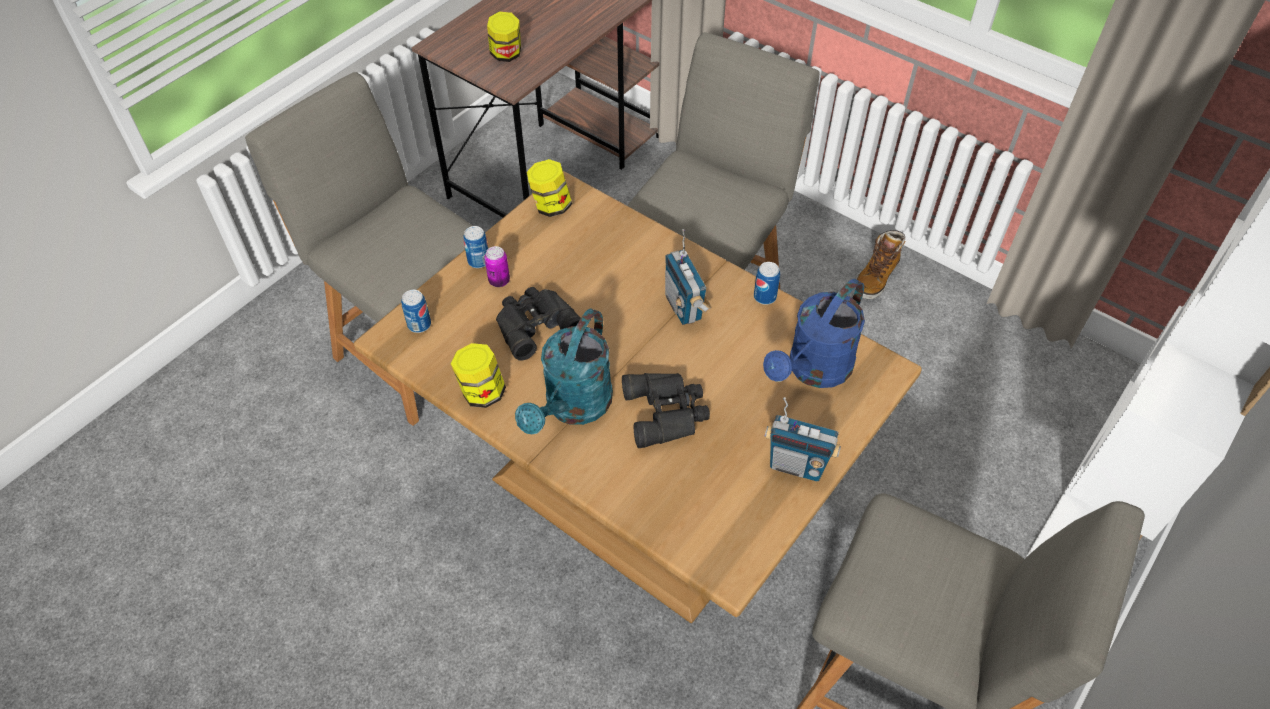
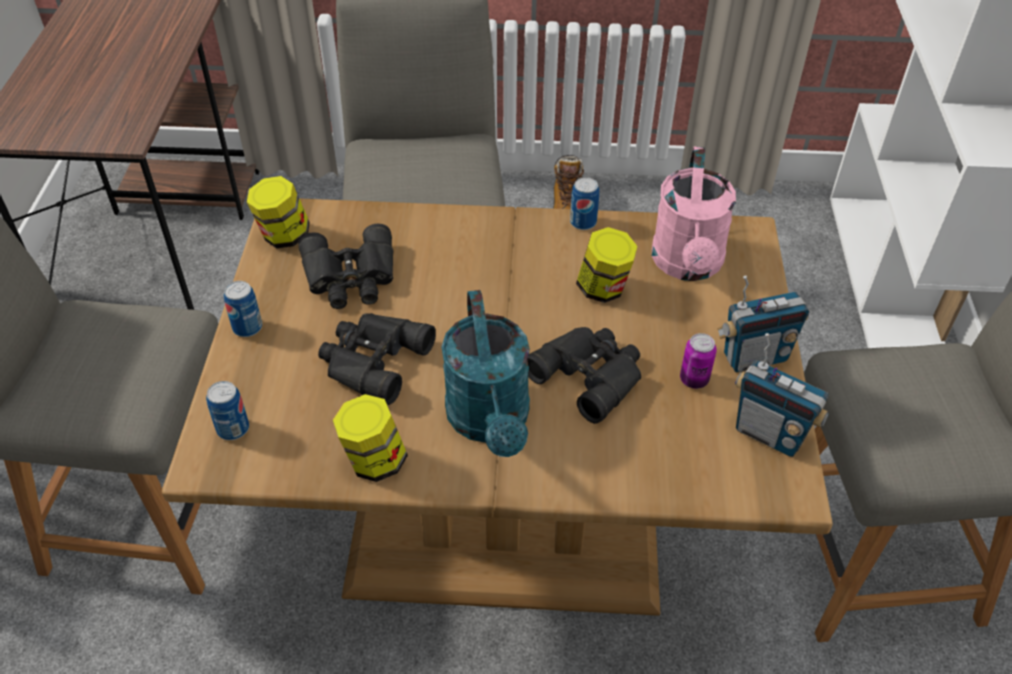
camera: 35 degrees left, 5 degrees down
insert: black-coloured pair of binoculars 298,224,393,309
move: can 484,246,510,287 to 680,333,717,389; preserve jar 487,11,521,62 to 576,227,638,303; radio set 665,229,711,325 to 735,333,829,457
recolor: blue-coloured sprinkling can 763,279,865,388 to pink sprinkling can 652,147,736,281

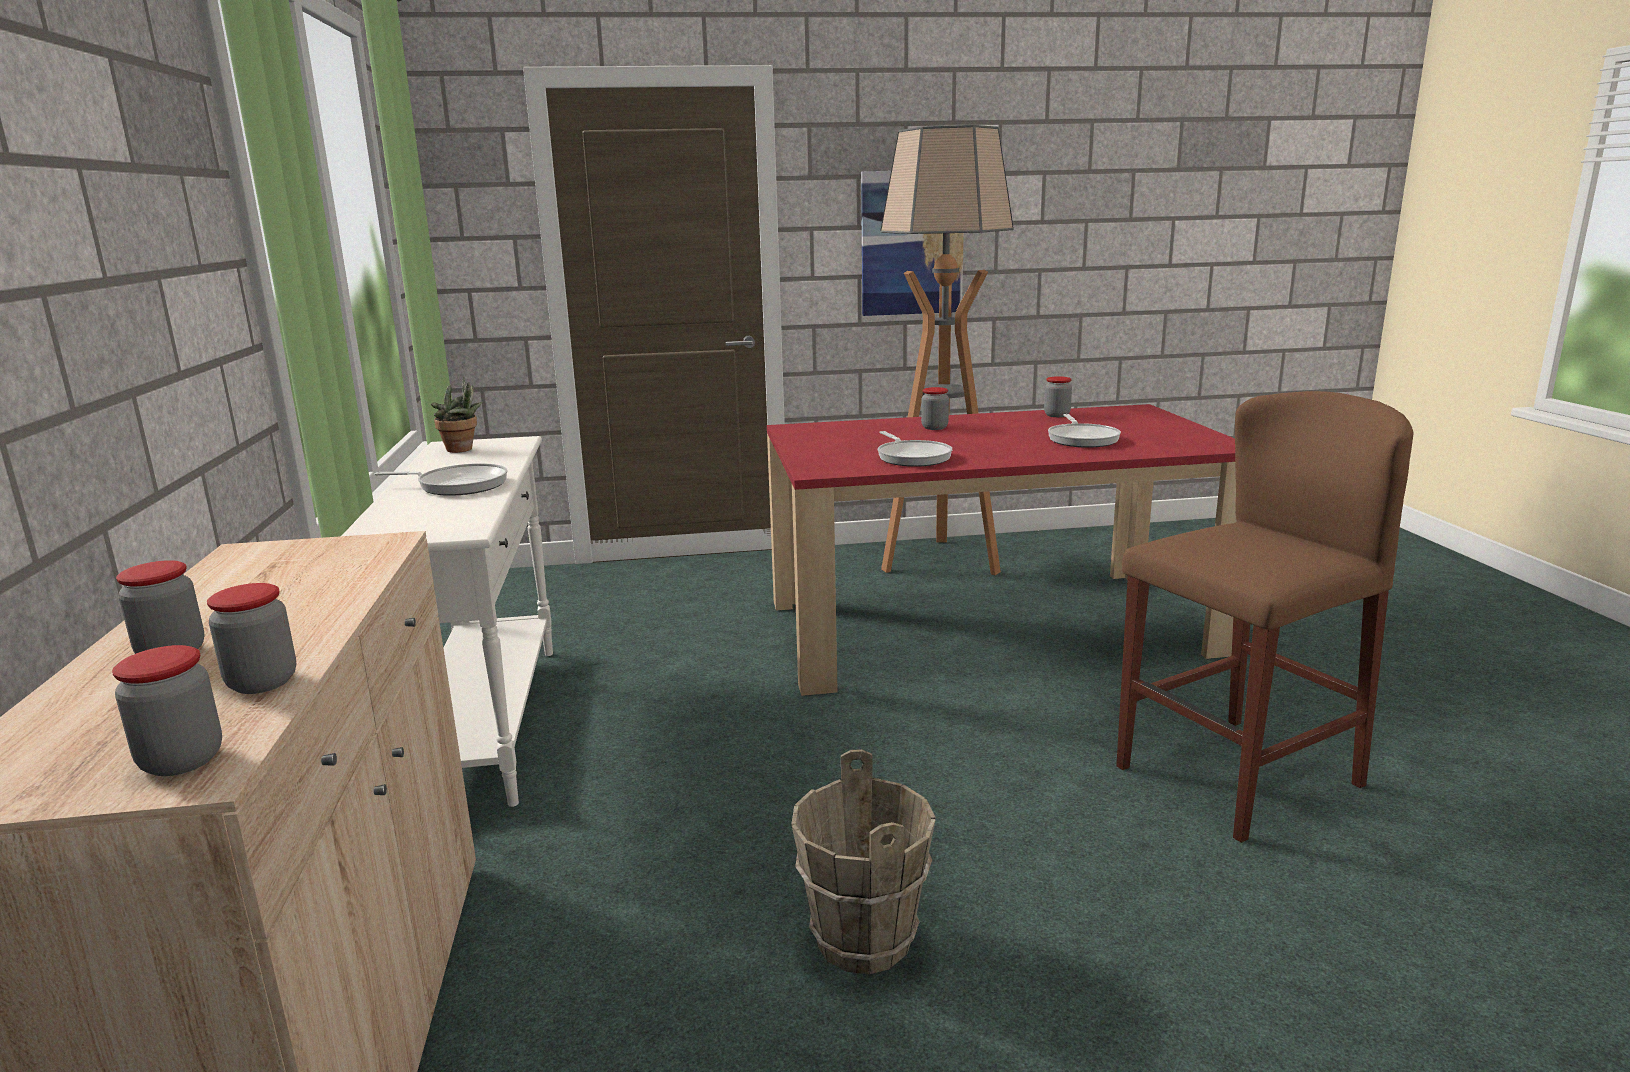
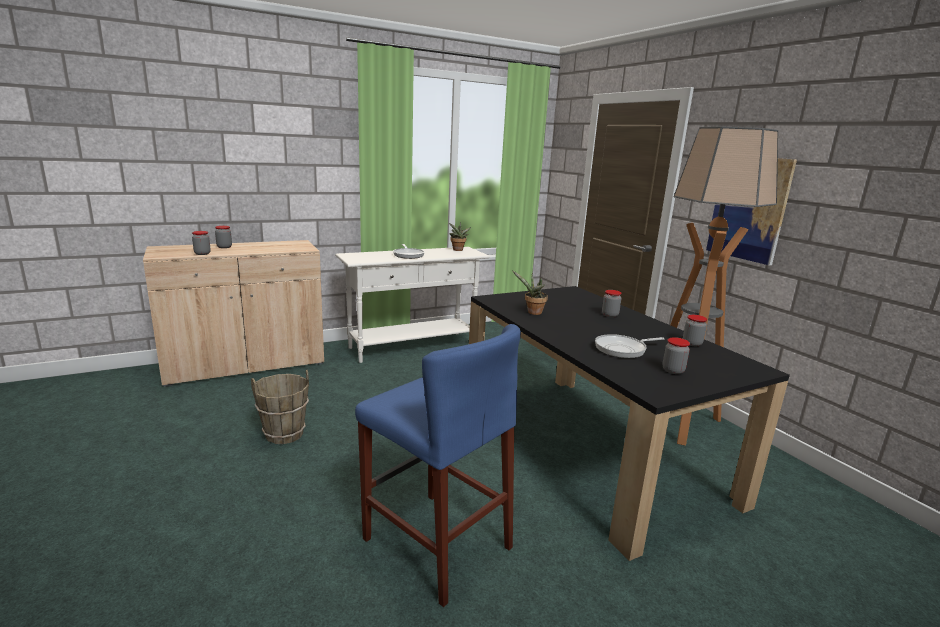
camera: 70 degrees right, 0 degrees up
move: preserve jar 112,645,222,776 to 662,337,690,374
replace: pan 878,431,952,467 to plant in a pot 512,270,548,315
recolor: red-coloured kitchen table 767,404,1237,696 to black-coloured kitchen table 469,286,790,561; brownish stool 1116,391,1413,843 to blue-coloured stool 355,324,521,607

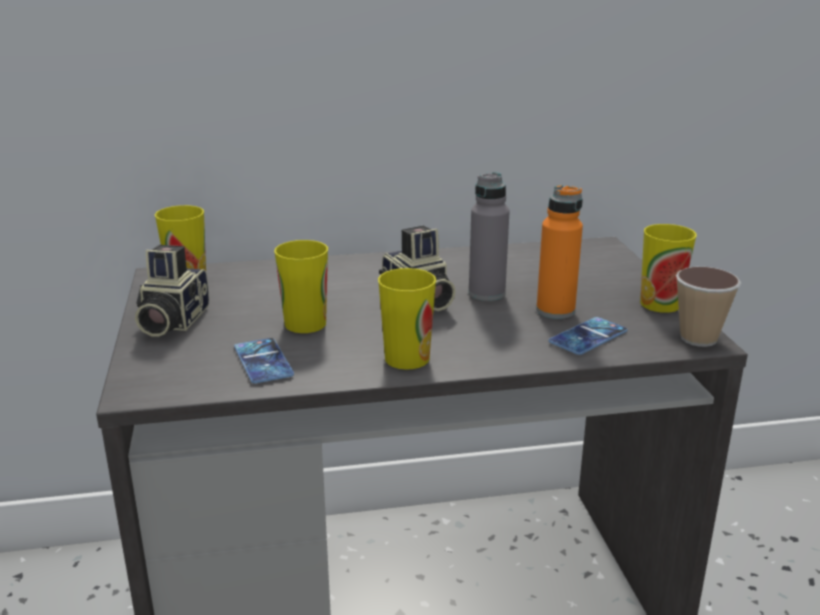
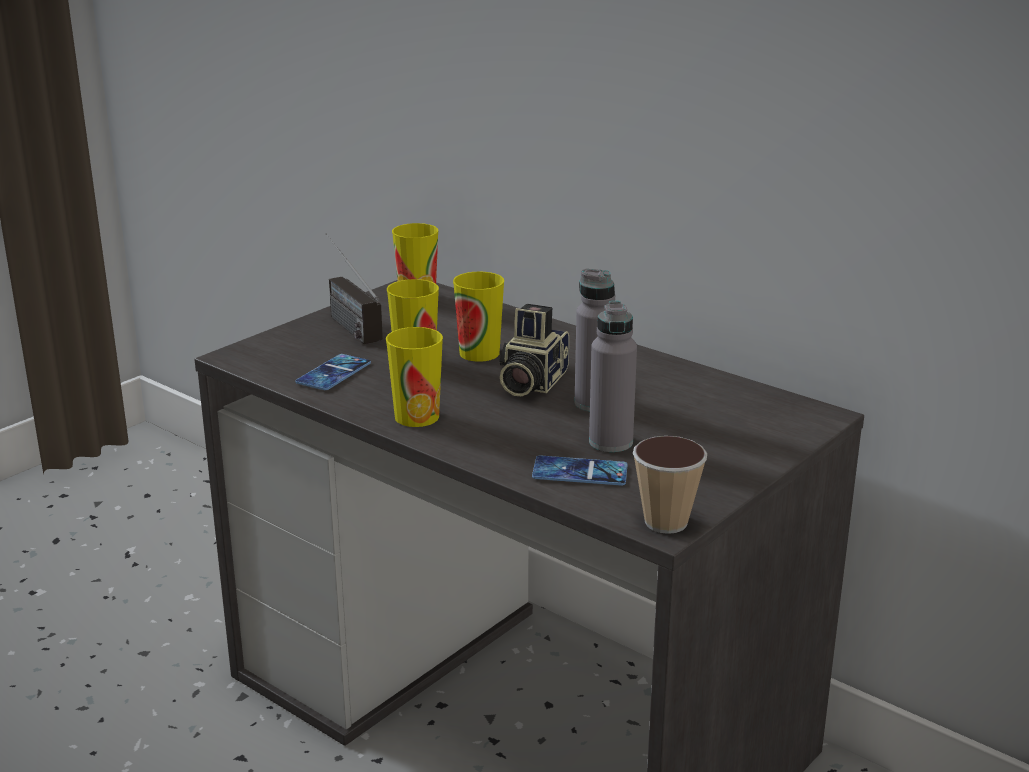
camera: 50 degrees right, 0 degrees up
move: cup 640,224,697,313 to 453,272,504,362
replace: photo camera 135,245,209,337 to radio set 325,233,383,344
recolor: orangey bottle 536,185,583,319 to gray bottle 589,301,637,452

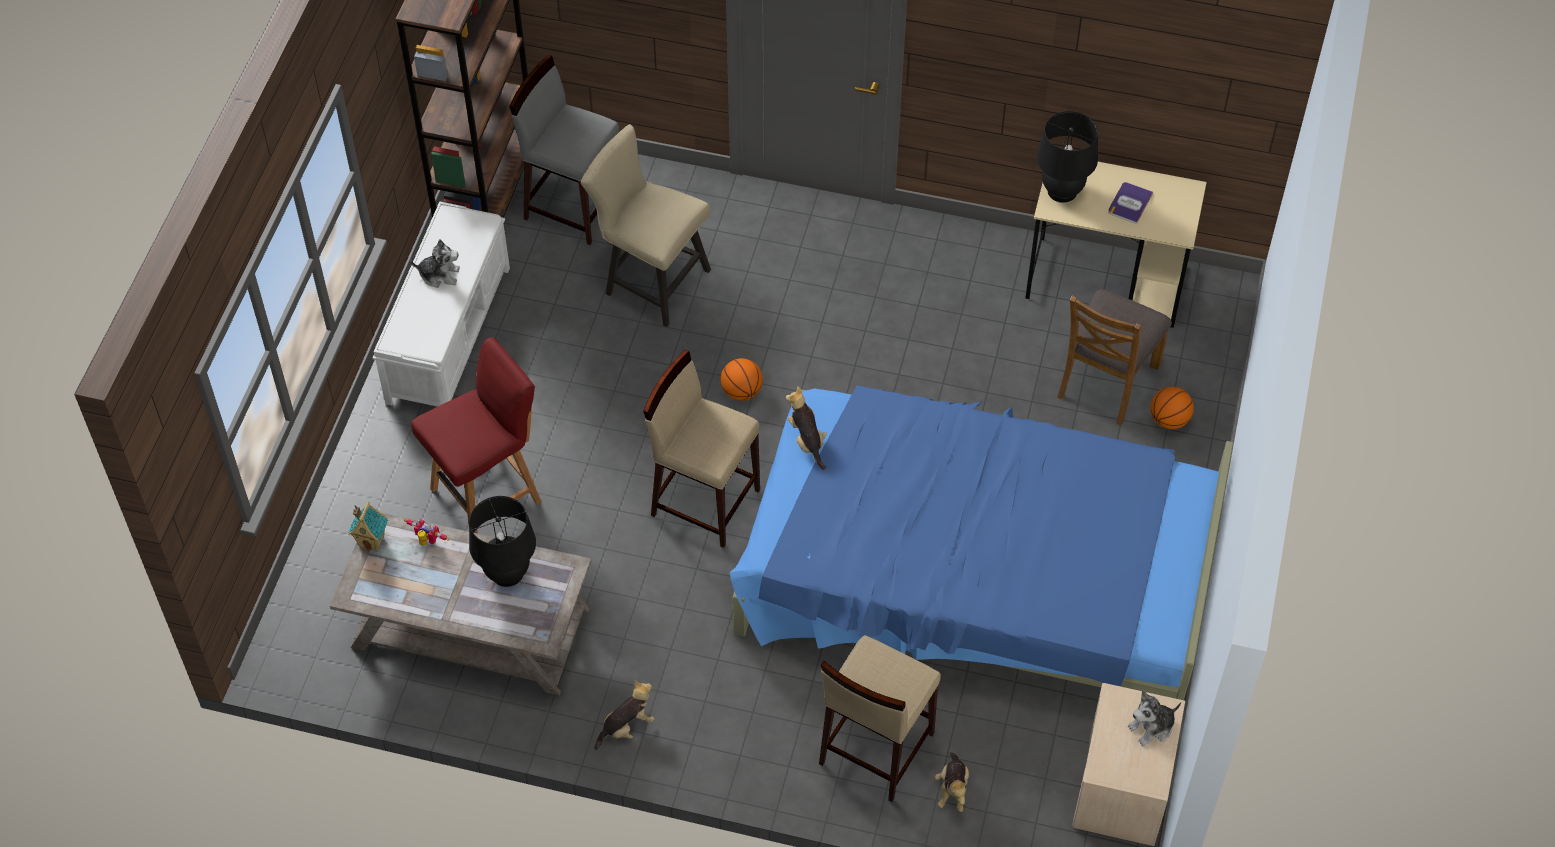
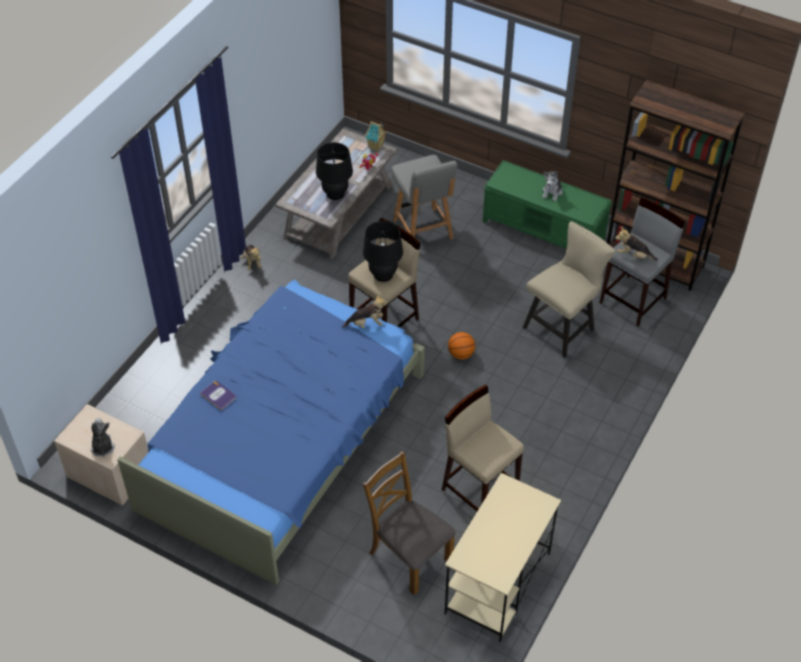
camera: 105 degrees right, 5 degrees down
delete: basketball 1150,387,1194,429
move: sand-coloured stool 819,635,941,802 to 442,385,524,511; cuddly toy 935,752,969,812 to 615,227,658,261; black-coloured lamp for a table 1037,111,1098,203 to 363,221,403,282; bound book 1108,182,1153,224 to 200,381,236,411
recolor: whitish bench 373,201,510,407 to greenish bench 483,160,612,249; red-coloured chair 411,337,542,533 to gray chair 391,155,458,239

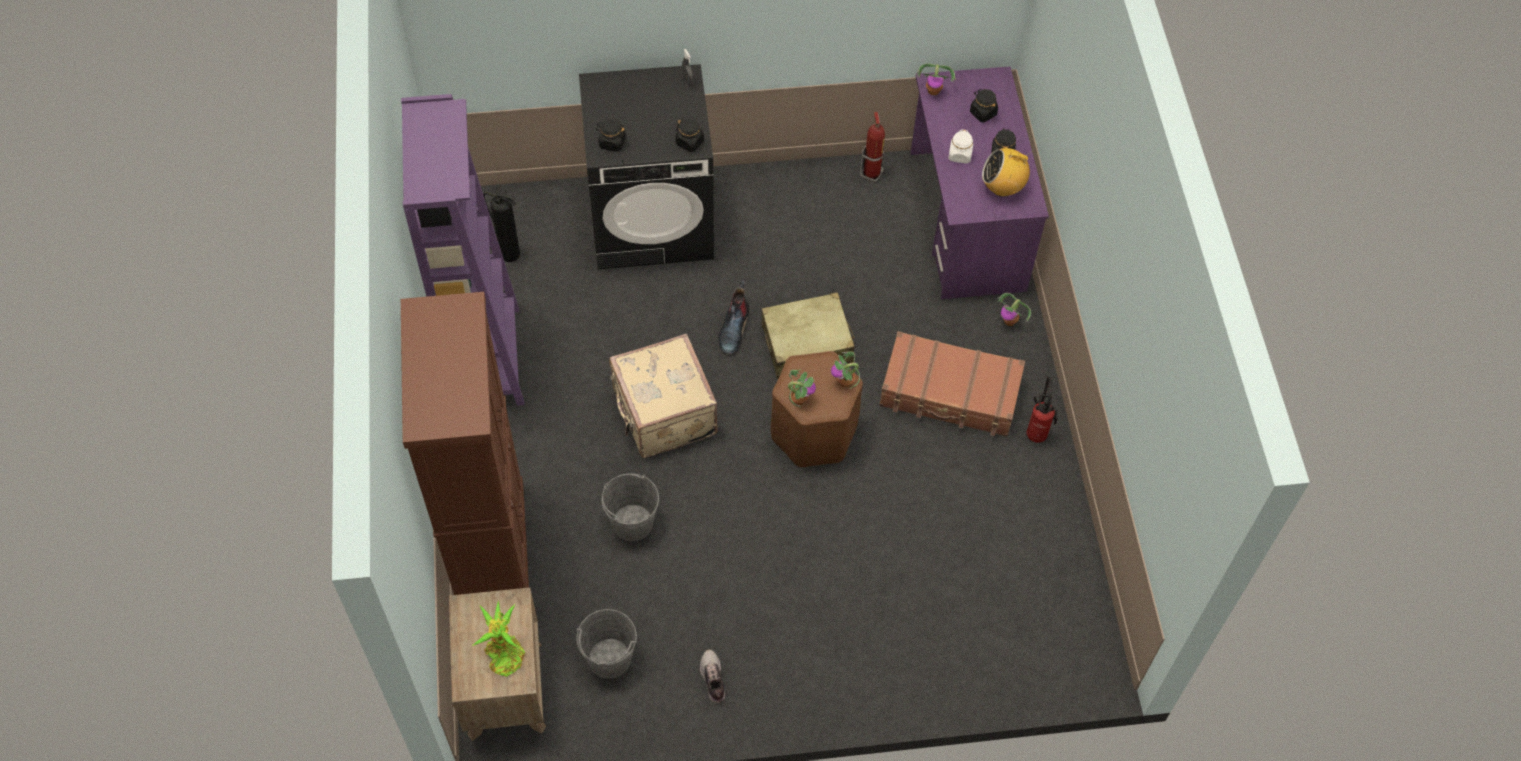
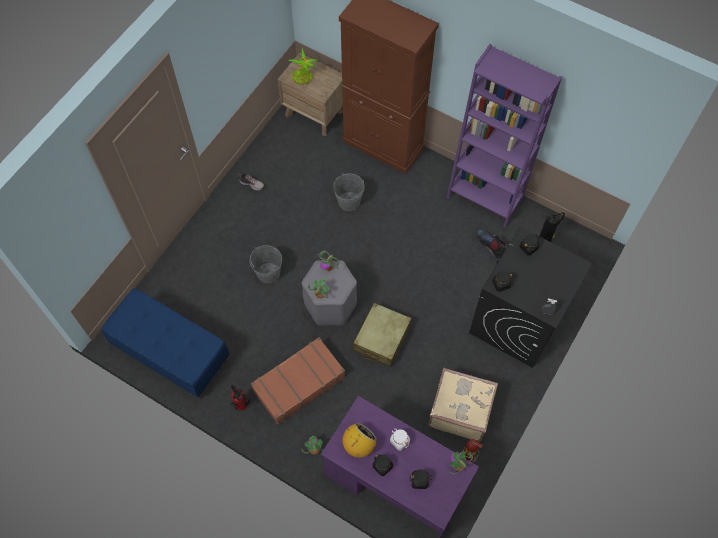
camera: 130 degrees right, 5 degrees up
insert: blue-coloured bench 101,288,230,399
move: gray pail 577,609,637,679 to 249,245,282,284; sand-coloured travel case 609,334,718,458 to 428,368,498,442; boot 718,278,749,354 to 477,230,508,259
recolor: brownish stool 771,351,863,467 to gray stool 302,260,357,326

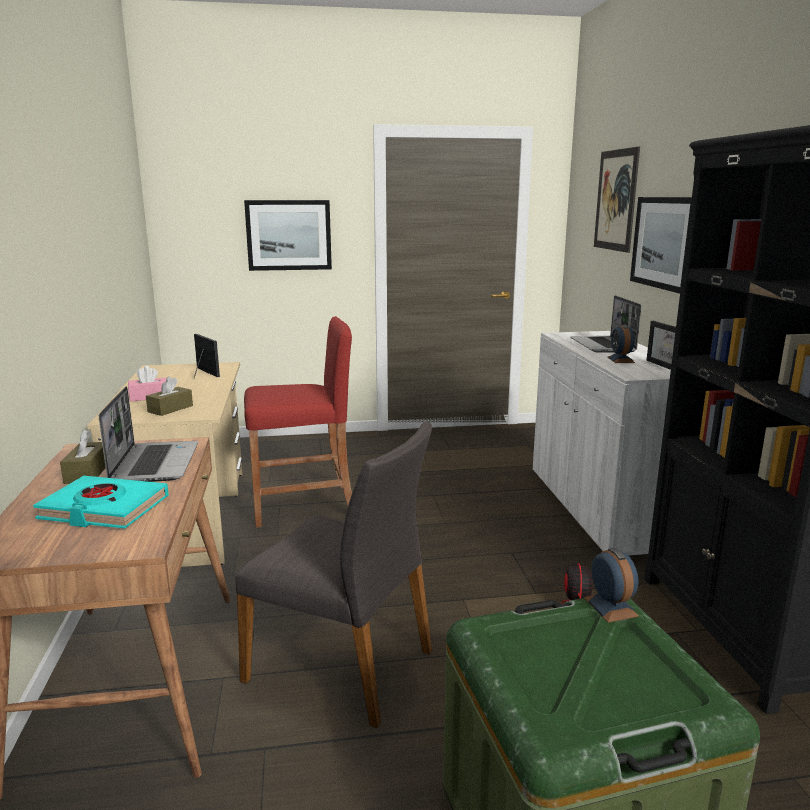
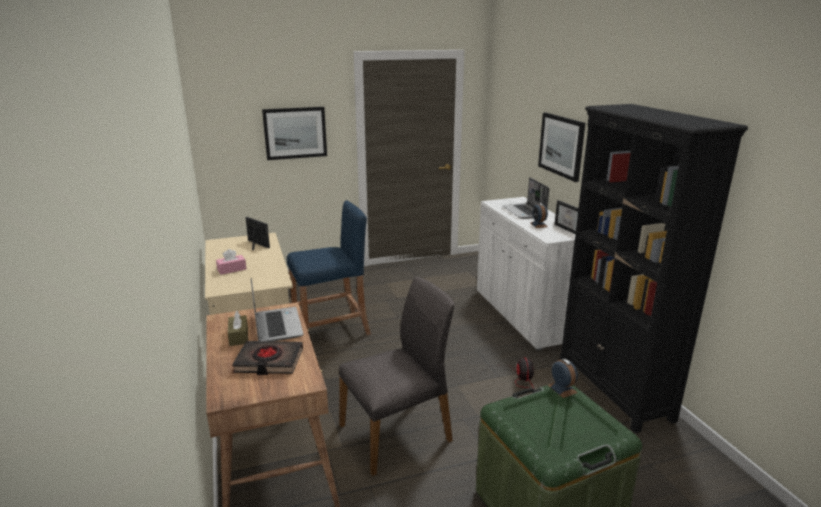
camera: 10 degrees left, 5 degrees up
delete: brownish box of tissues 146,377,193,416; wall art 594,147,640,253
recolor: turquoise bound book 33,476,169,529 to black-coloured bound book 232,341,303,375; red-coloured stool 244,316,352,528 to blue-coloured stool 287,200,371,335
rotate: gray chair 236,421,432,728 = 339,277,454,476 45 degrees counterclockwise

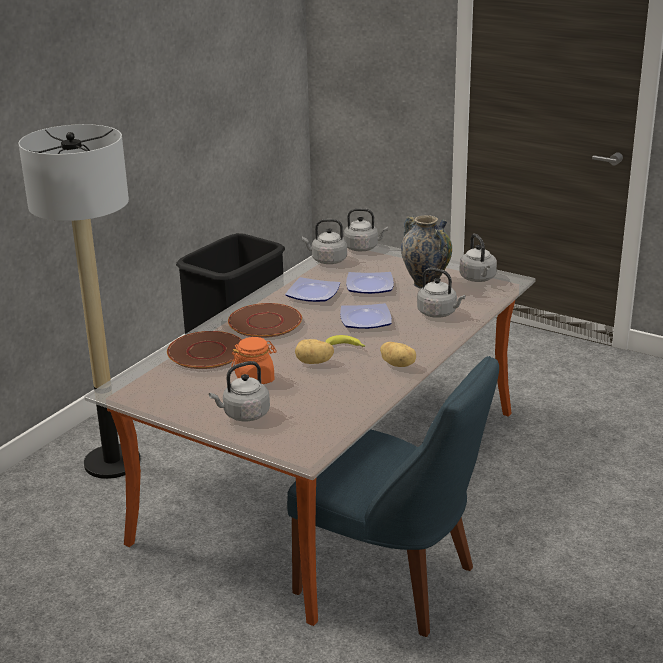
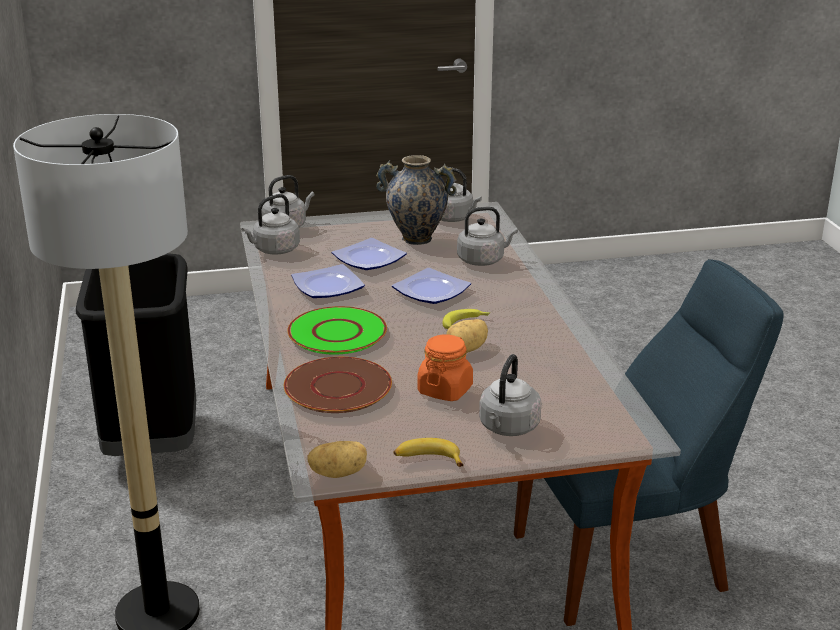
camera: 45 degrees left, 0 degrees up
insert: banana fruit 394,438,463,467
move: whole potato 380,342,416,367 to 307,441,367,478
recolor: brownish flat dish 228,303,302,338 to greenish flat dish 287,306,387,354

